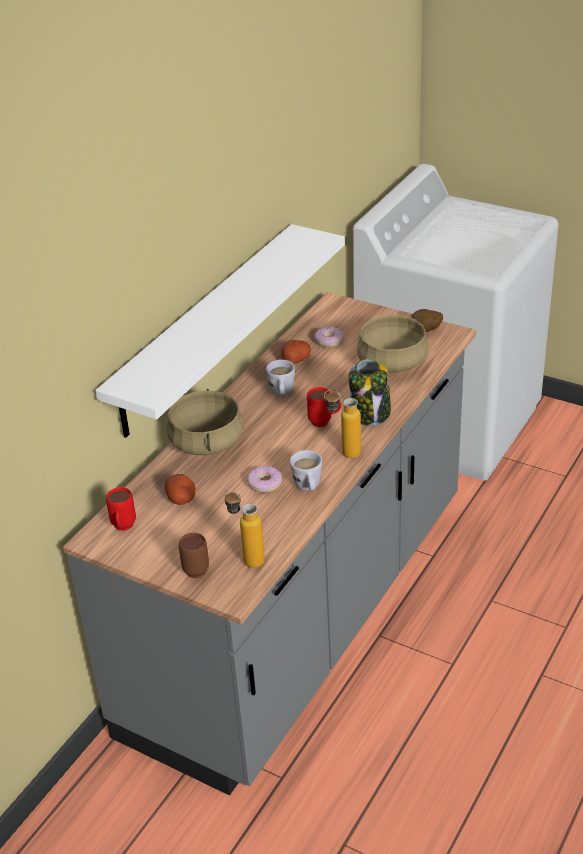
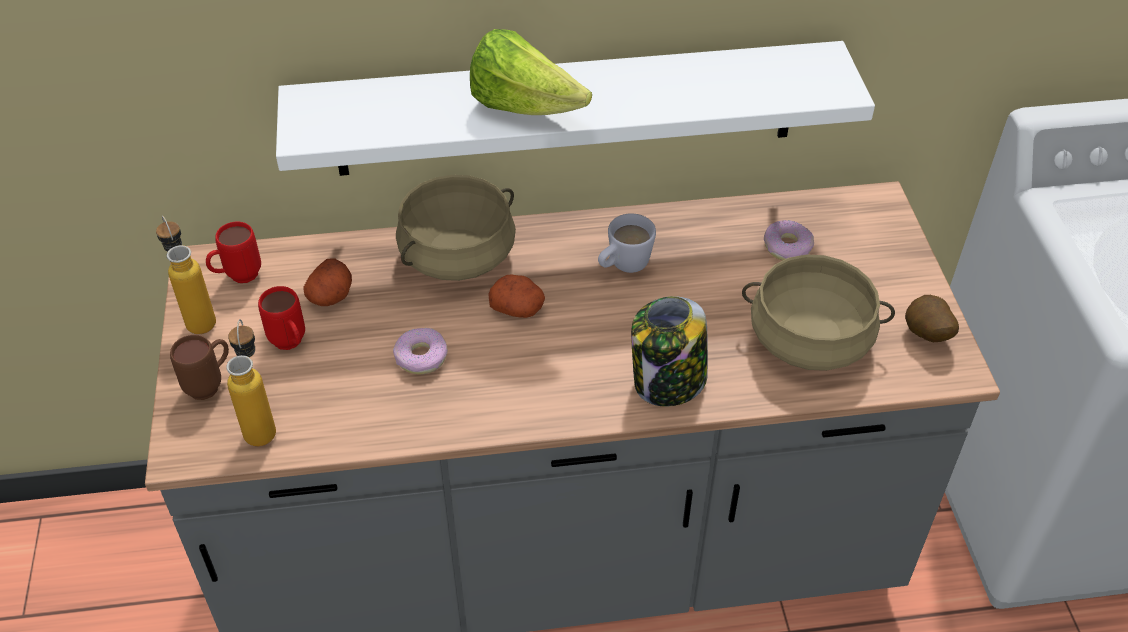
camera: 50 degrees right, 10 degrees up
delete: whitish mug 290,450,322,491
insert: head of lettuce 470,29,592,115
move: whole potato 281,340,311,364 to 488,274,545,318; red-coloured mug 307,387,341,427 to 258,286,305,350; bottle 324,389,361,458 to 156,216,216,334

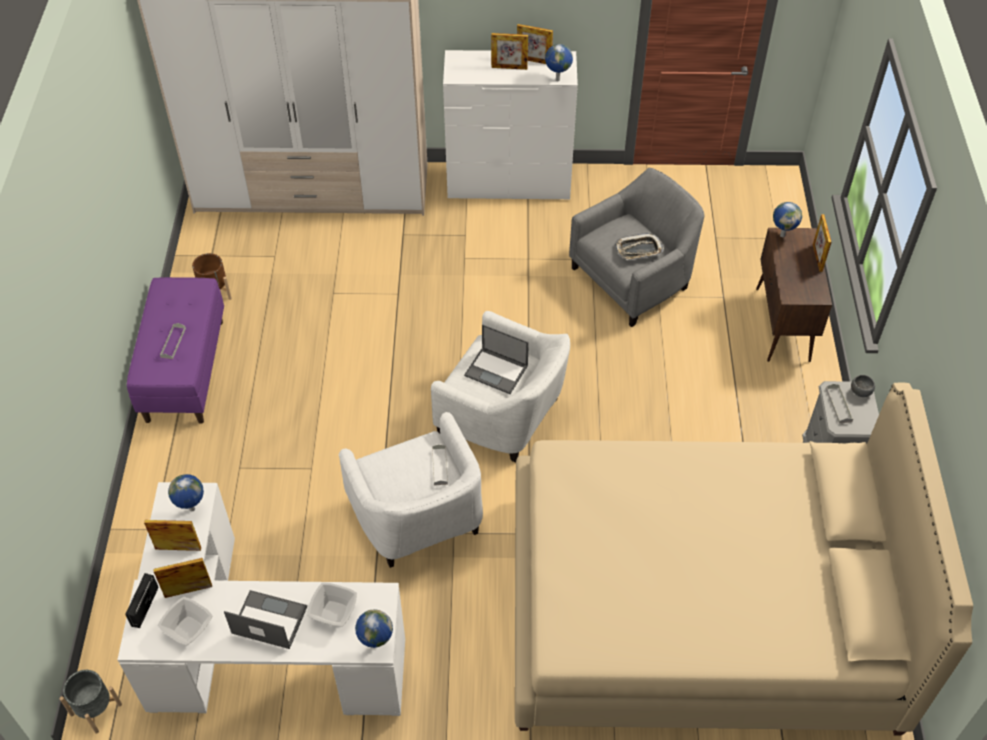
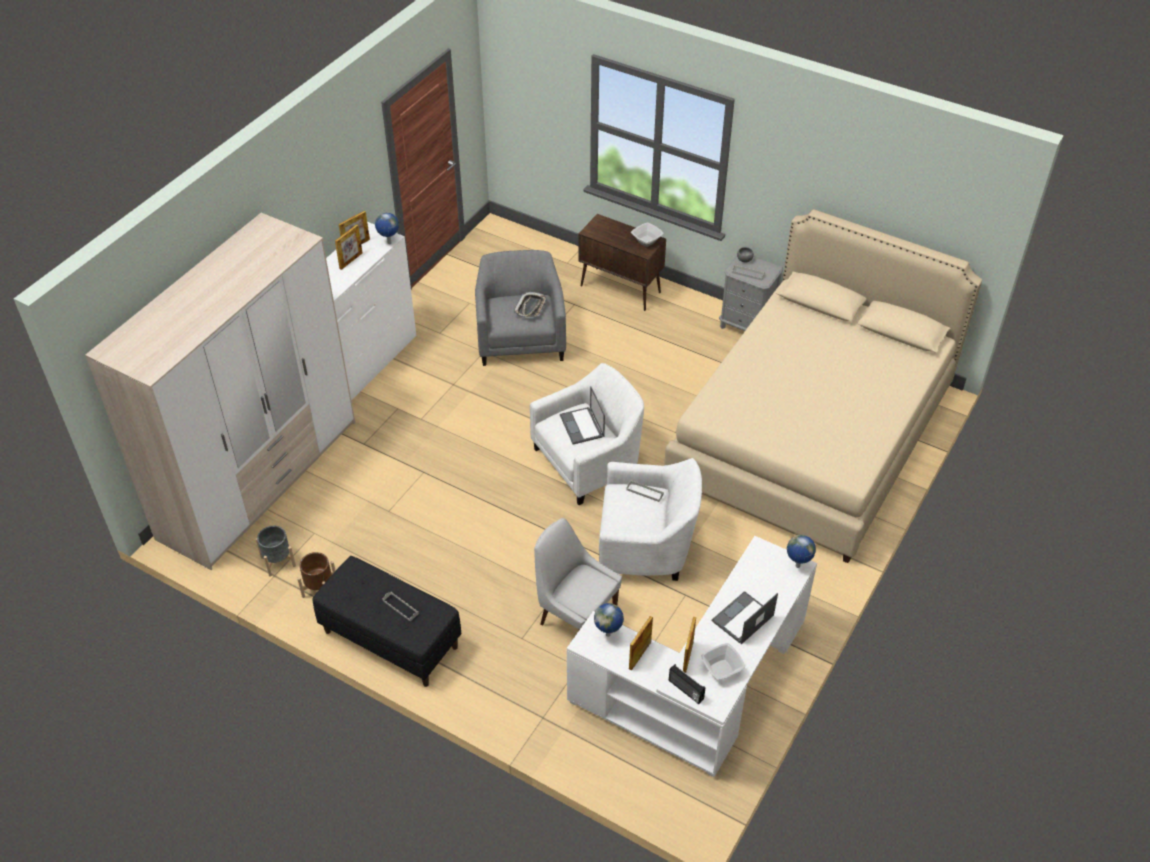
camera: 60 degrees left, 5 degrees down
delete: desk globe 773,202,802,237; standing frame 813,214,831,272
insert: whitish chair 534,518,622,630
move: gray plant pot 60,670,122,734 to 256,526,296,576; bowl 307,582,357,626 to 631,222,664,247
recolor: purplish bench 127,277,224,424 to black-coloured bench 313,556,461,687
rotate: laptop 464,324,529,394 = 560,386,605,445 105 degrees clockwise

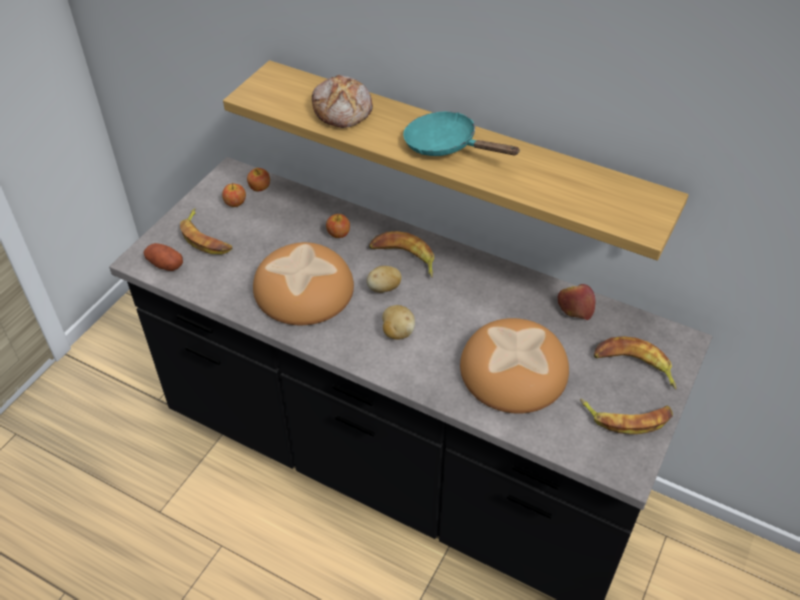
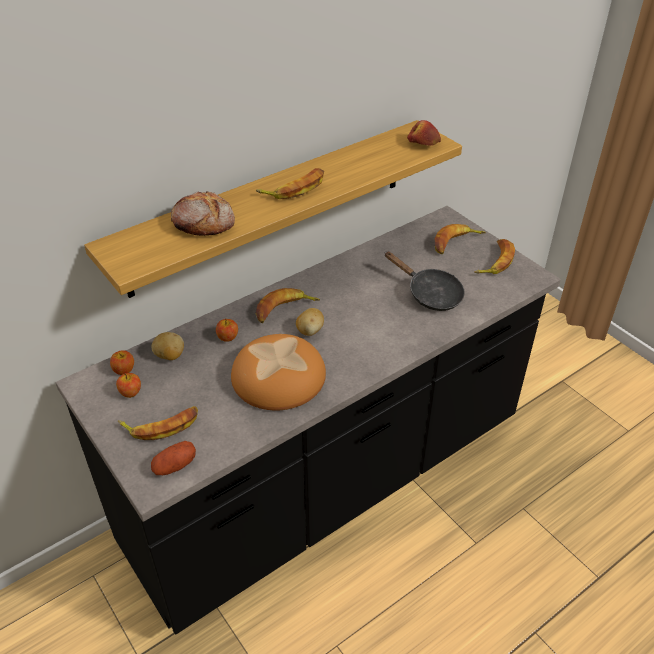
camera: 65 degrees left, 5 degrees down
move: whole potato 382,305,415,340 to 152,332,184,360; apple 558,284,595,320 to 407,120,441,146
replace: turquoise pan 403,112,520,156 to banana fruit 256,168,324,199; bakery bread 460,318,569,414 to black-coloured pan 384,252,465,311

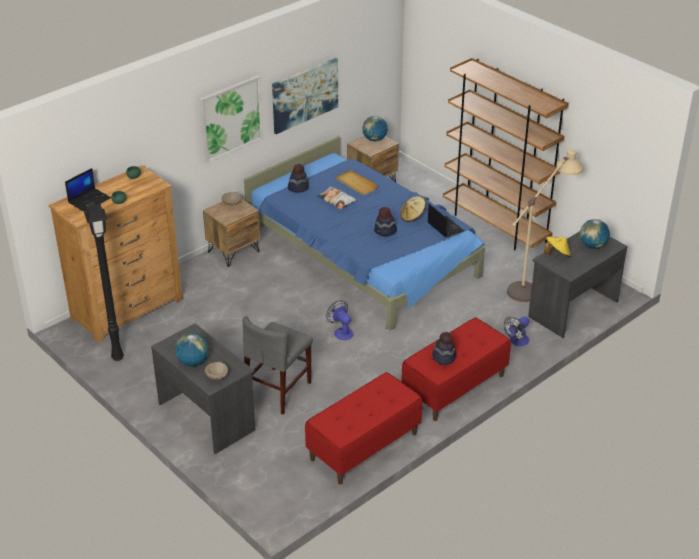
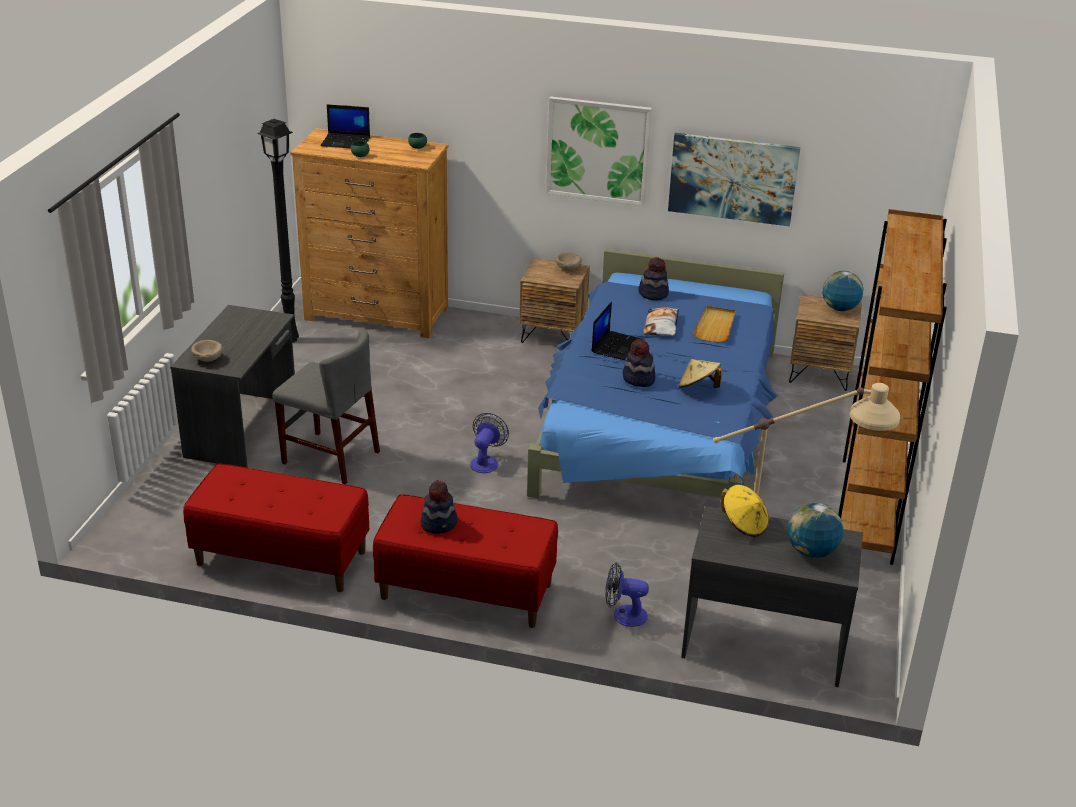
camera: 55 degrees right, 5 degrees down
delete: desk globe 175,333,209,367
move: laptop 428,204,464,237 to 592,302,641,360
rotate: gray chair 243,316,313,414 = 272,331,380,484 150 degrees counterclockwise

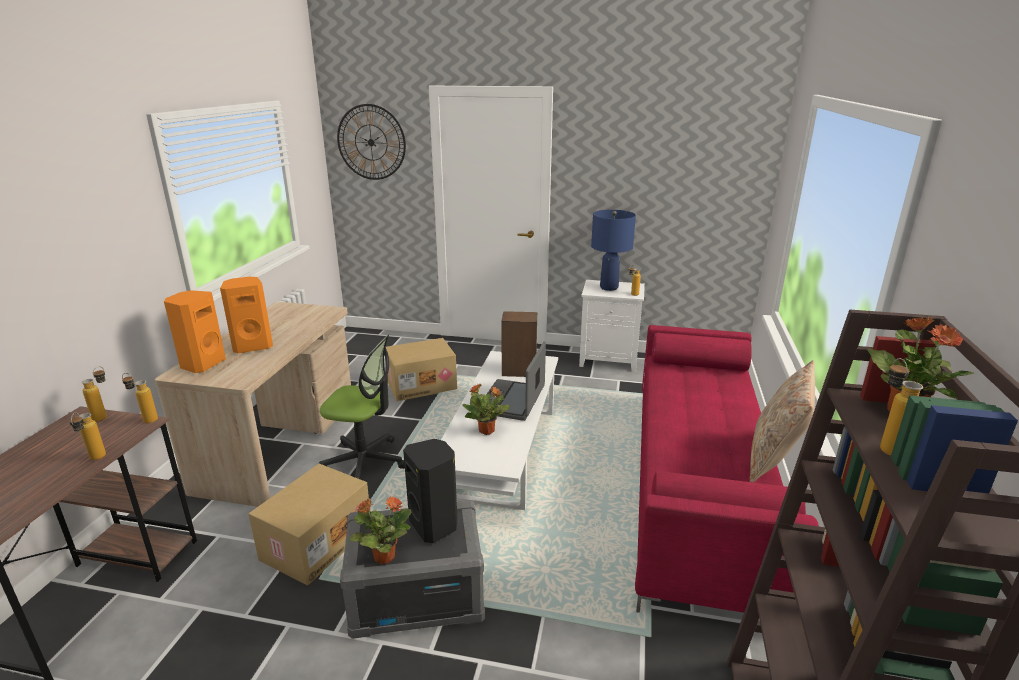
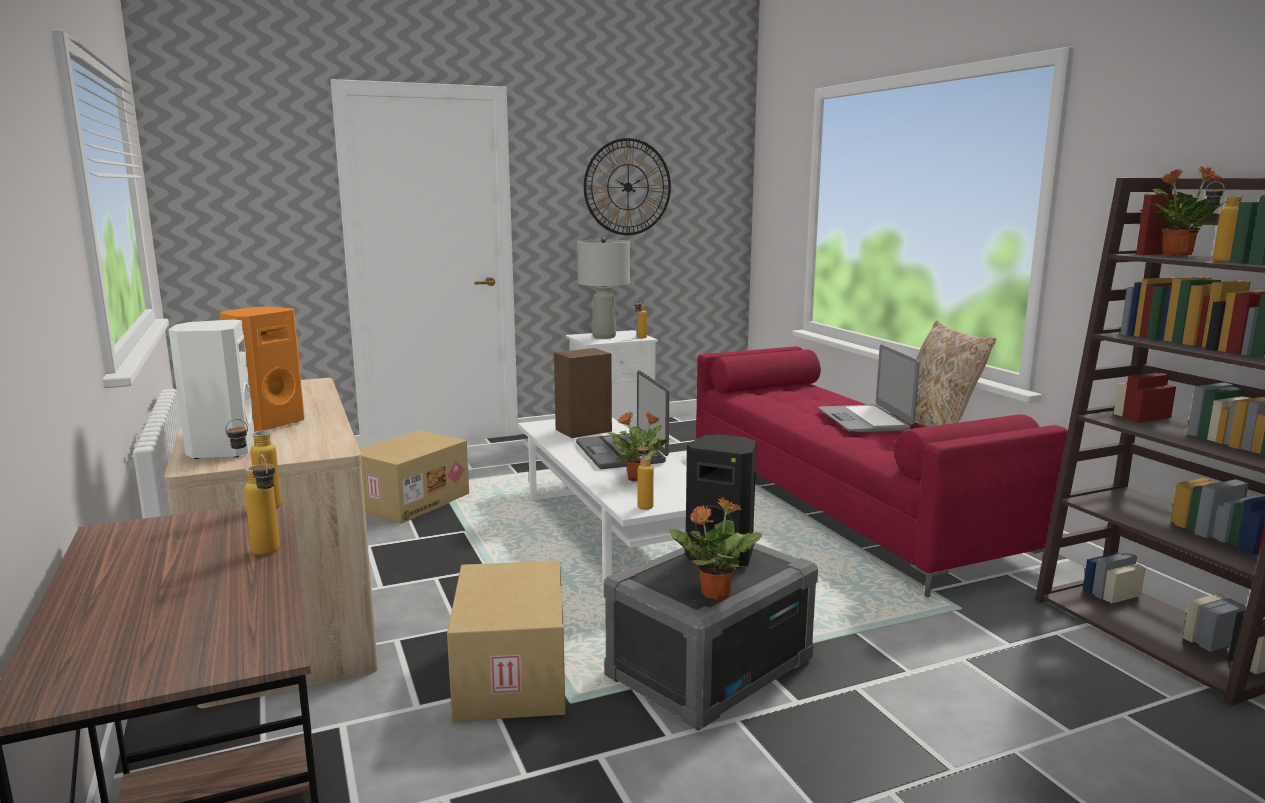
camera: 35 degrees left, 10 degrees down
delete: computer chair 319,334,405,479
insert: laptop 818,344,920,432
move: bottle 82,367,107,422 to 637,441,654,510; clock on the wall 337,104,406,180 to 584,138,671,235
recolor: orangey audio speaker 164,290,226,373 to whitish audio speaker 168,320,254,459; blue-coloured lamp for a table 591,210,636,291 to gray lamp for a table 577,237,630,339

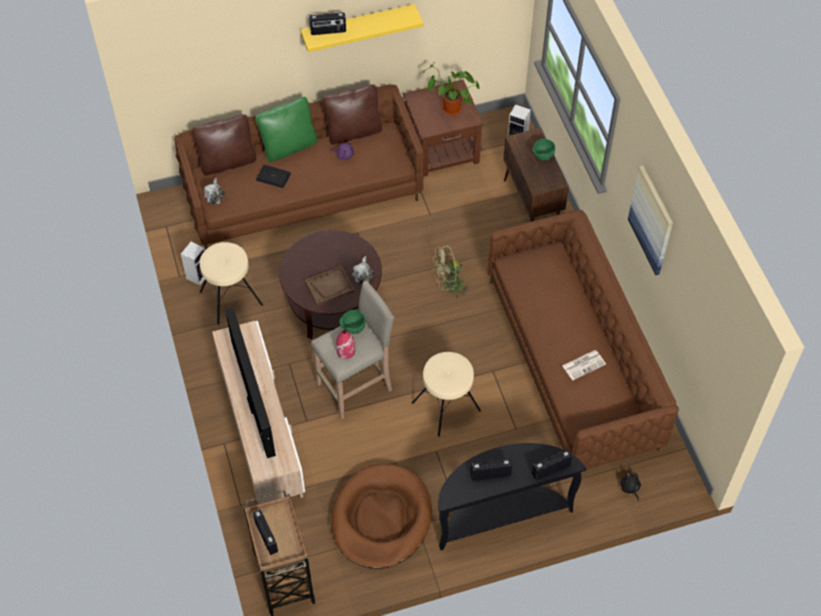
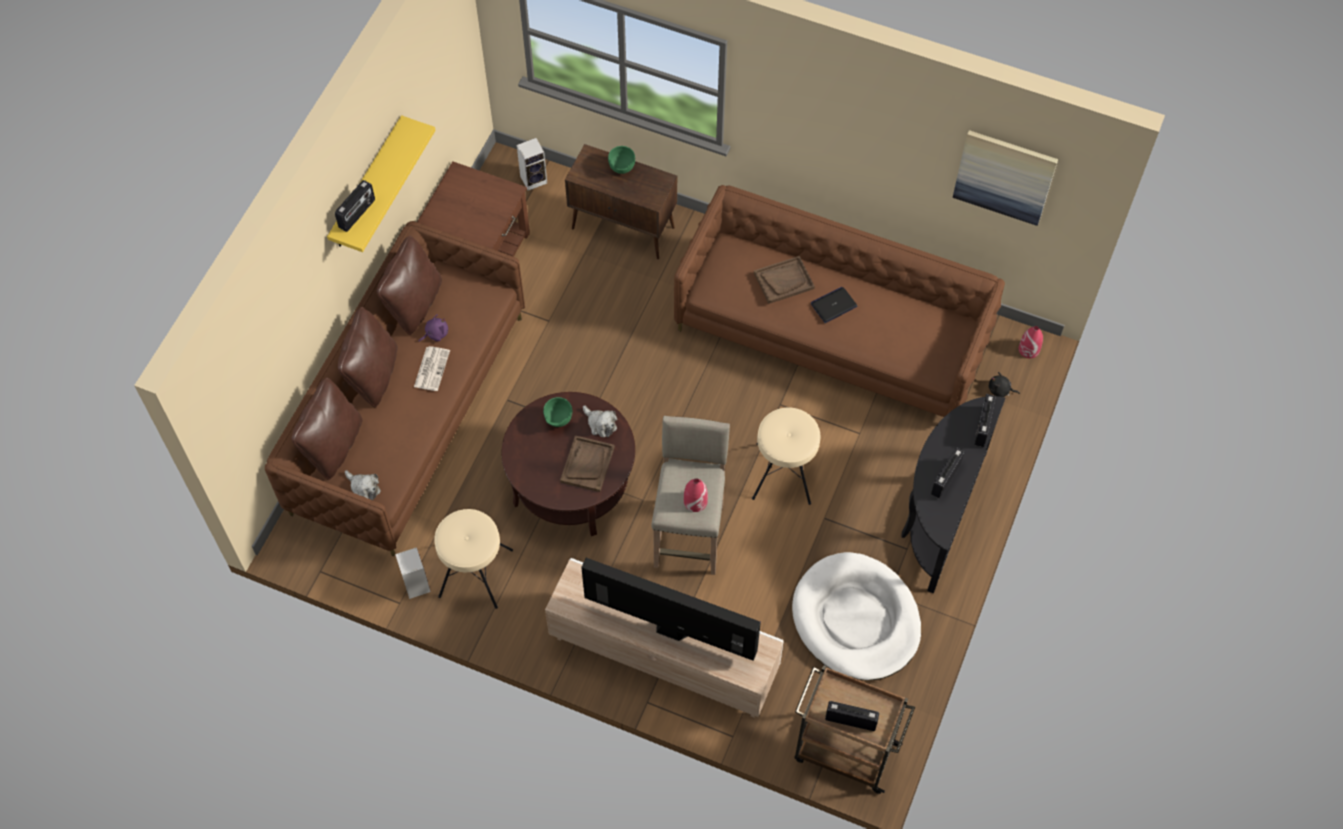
camera: 50 degrees left, 5 degrees up
delete: plant in a pot 423,61,480,116; greenish cooling fan 433,245,470,298
insert: brownish serving tray 754,256,815,304; red-coloured flower vase 1019,326,1043,358
move: laptop 256,165,291,188 to 811,287,857,323; greenish bowl 339,310,366,334 to 543,397,572,427; daily paper 562,350,606,380 to 414,346,450,391; wall art 628,165,673,275 to 953,130,1058,226
recolor: greenish cushion 255,97,317,163 to brownish cushion 338,307,398,407; brownish pet bed 331,464,432,569 to whitish pet bed 792,552,921,680

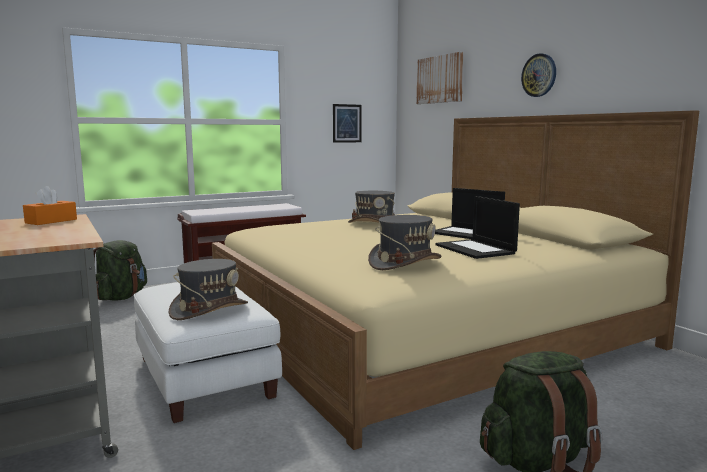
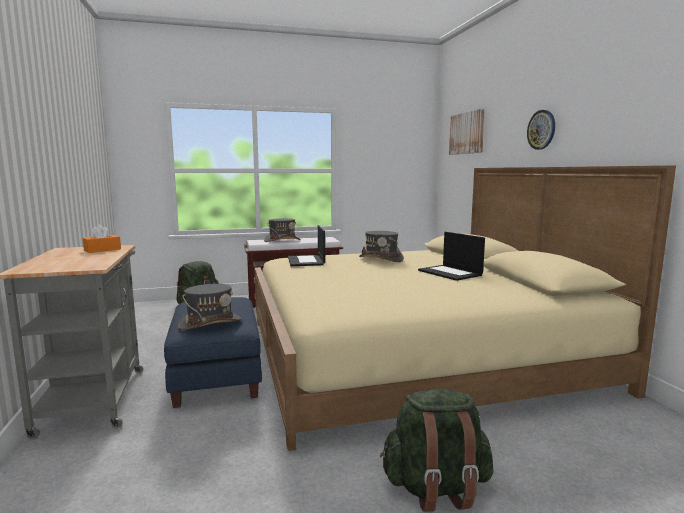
camera: 15 degrees right, 0 degrees up
delete: wall art 333,104,362,143
move: gray hat 368,215,441,270 to 264,218,300,242; laptop 435,196,520,259 to 288,225,325,266
recolor: whitish pouffe 134,282,282,423 to blue-coloured pouffe 164,297,262,408

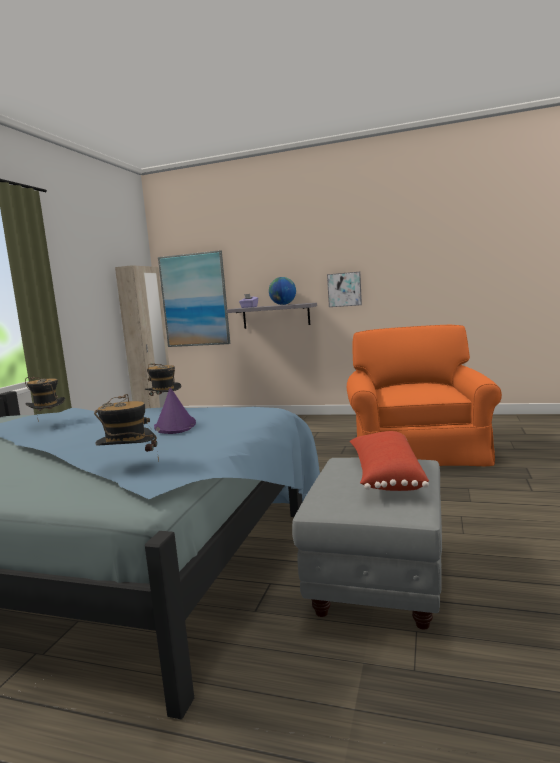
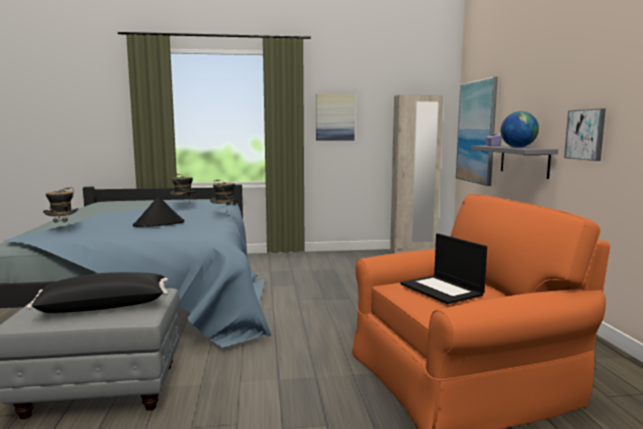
camera: 65 degrees right, 0 degrees up
insert: wall art 316,94,355,141; laptop 400,233,487,304
recolor: purplish hat 154,388,196,434 to black-coloured hat 133,196,184,227; red-coloured cushion 350,431,429,491 to black-coloured cushion 26,272,168,313

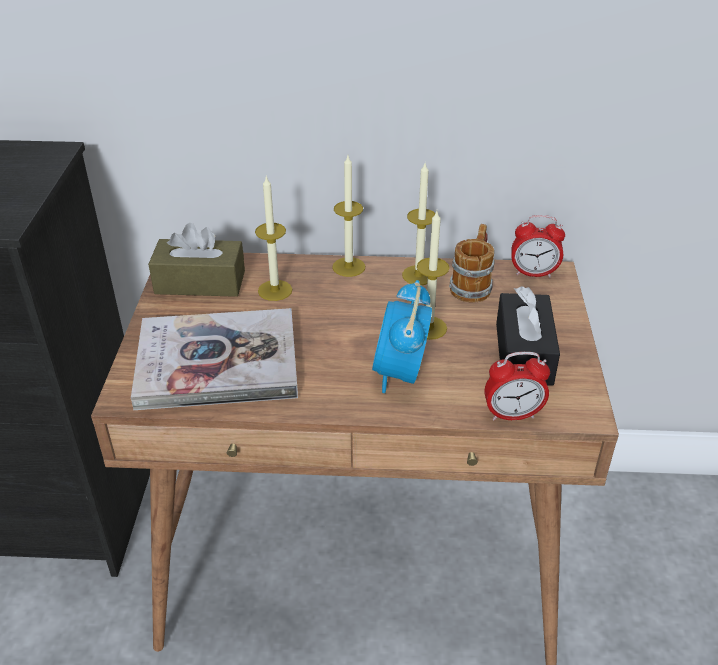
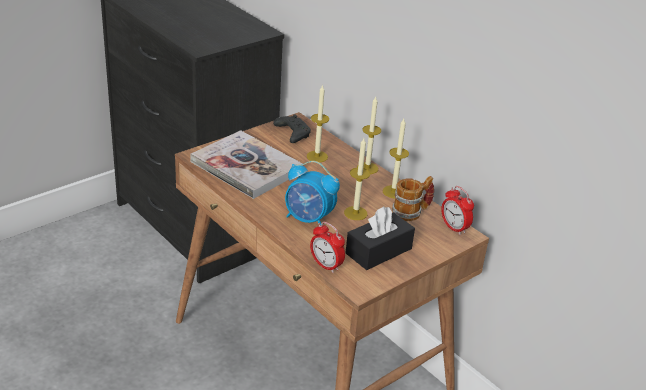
camera: 45 degrees right, 5 degrees down
replace: brownish box of tissues 148,223,245,297 to black-coloured gamepad 273,115,311,143
rotate: bedside clock 372,280,432,393 = 285,161,340,225 120 degrees counterclockwise

